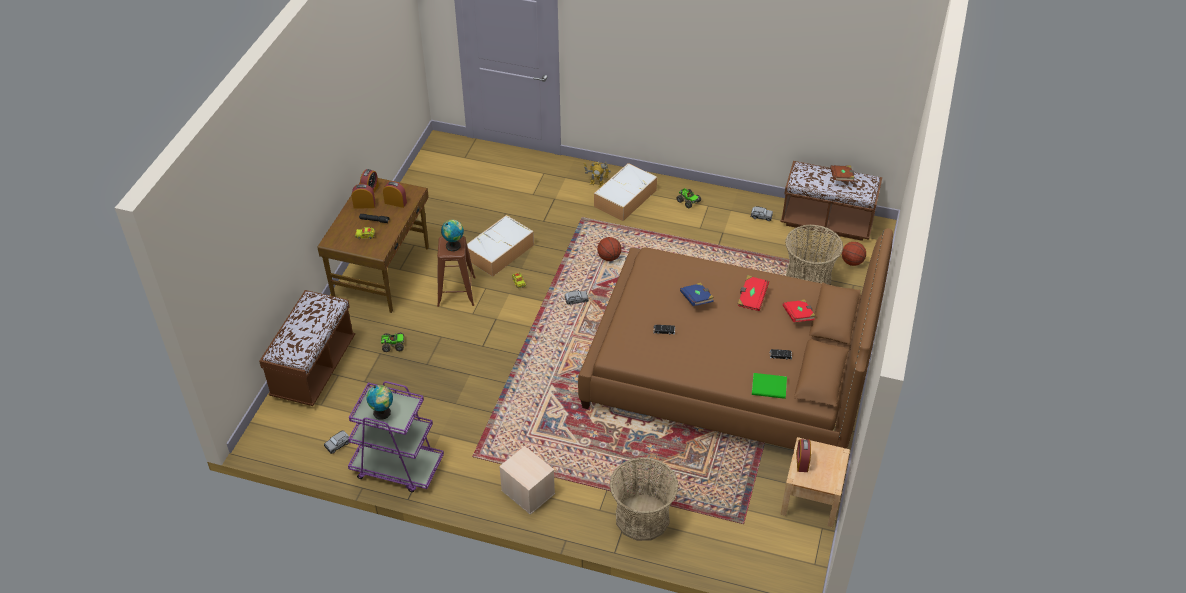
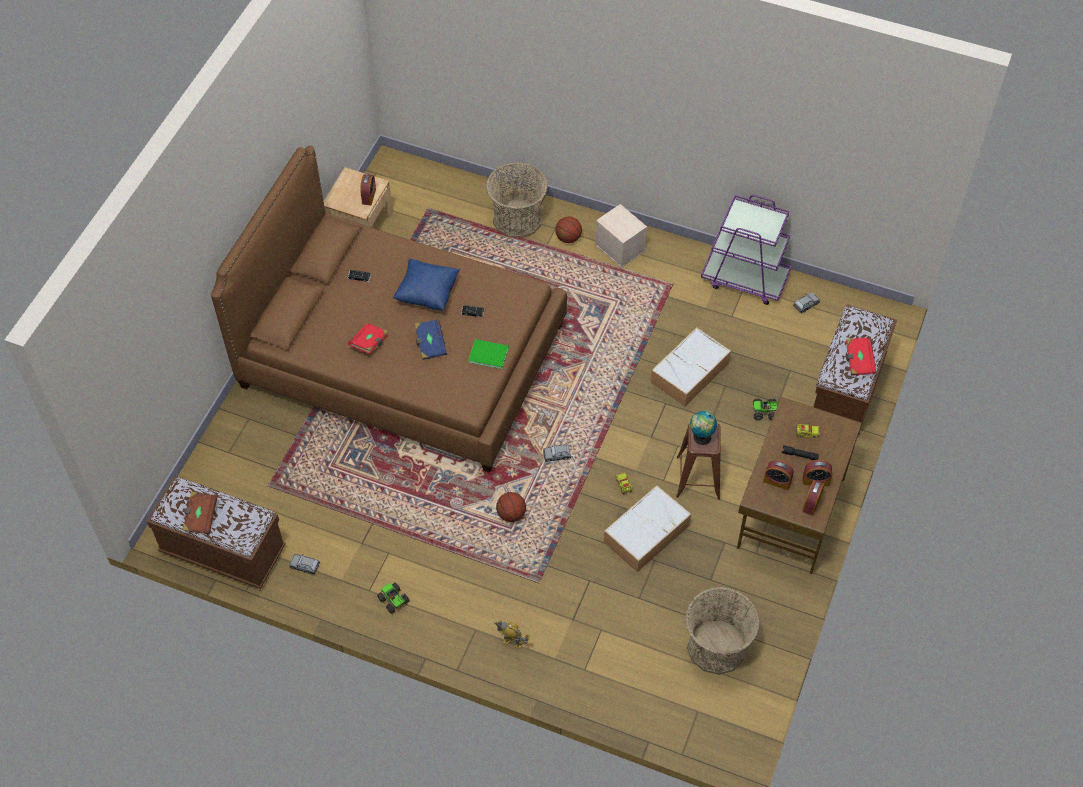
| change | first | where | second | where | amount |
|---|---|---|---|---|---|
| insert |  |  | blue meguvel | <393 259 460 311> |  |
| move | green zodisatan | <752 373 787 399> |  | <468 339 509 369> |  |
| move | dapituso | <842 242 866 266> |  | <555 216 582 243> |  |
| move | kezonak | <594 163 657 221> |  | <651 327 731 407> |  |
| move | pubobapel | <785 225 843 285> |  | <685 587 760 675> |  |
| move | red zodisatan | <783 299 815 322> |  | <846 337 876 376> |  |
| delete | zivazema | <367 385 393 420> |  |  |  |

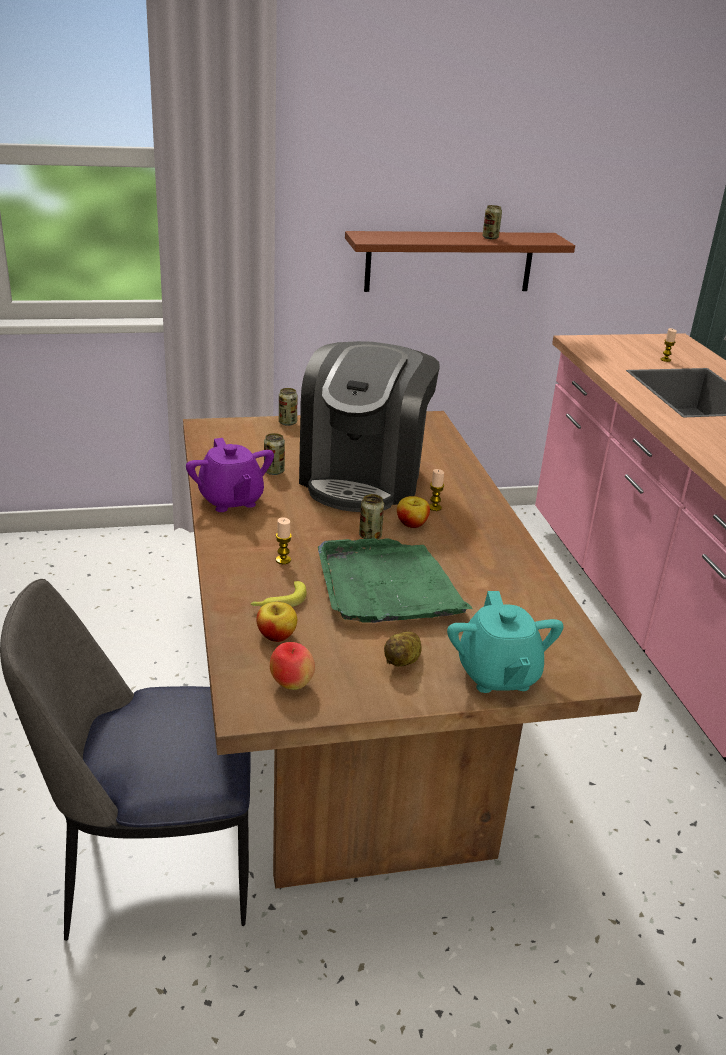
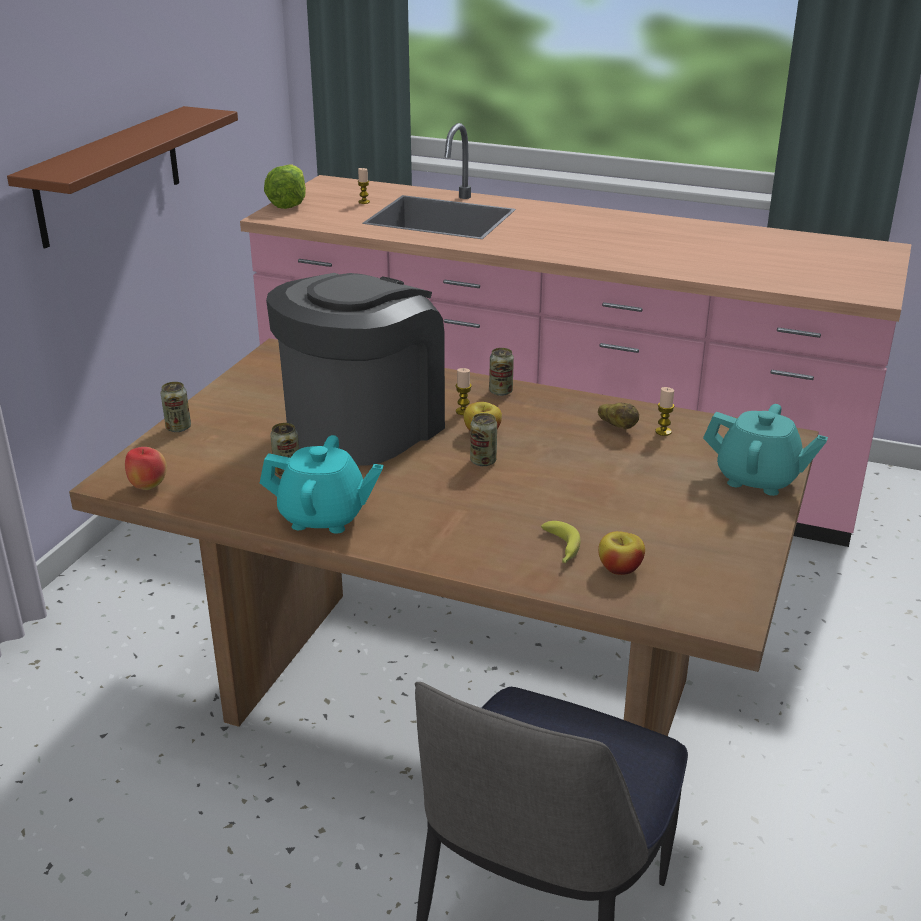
| change | first | where | second | where | amount |
|---|---|---|---|---|---|
| move | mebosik | <270 642 315 690> |  | <125 447 167 490> |  |
| recolor | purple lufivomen | <186 438 274 512> | turquoise lufivomen | <260 435 384 534> |  |
| insert |  |  | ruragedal | <264 165 306 209> |  |
| rotate | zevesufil | <299 341 440 512> |  | <266 273 445 466> | 105 degrees counterclockwise |
| move | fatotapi | <482 205 502 239> |  | <489 348 514 396> |  |
| move | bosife | <384 632 422 667> |  | <598 403 639 429> |  |
| move | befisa | <276 517 292 564> |  | <655 387 674 436> |  |
| delete | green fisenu | <318 538 473 623> |  |  |  |

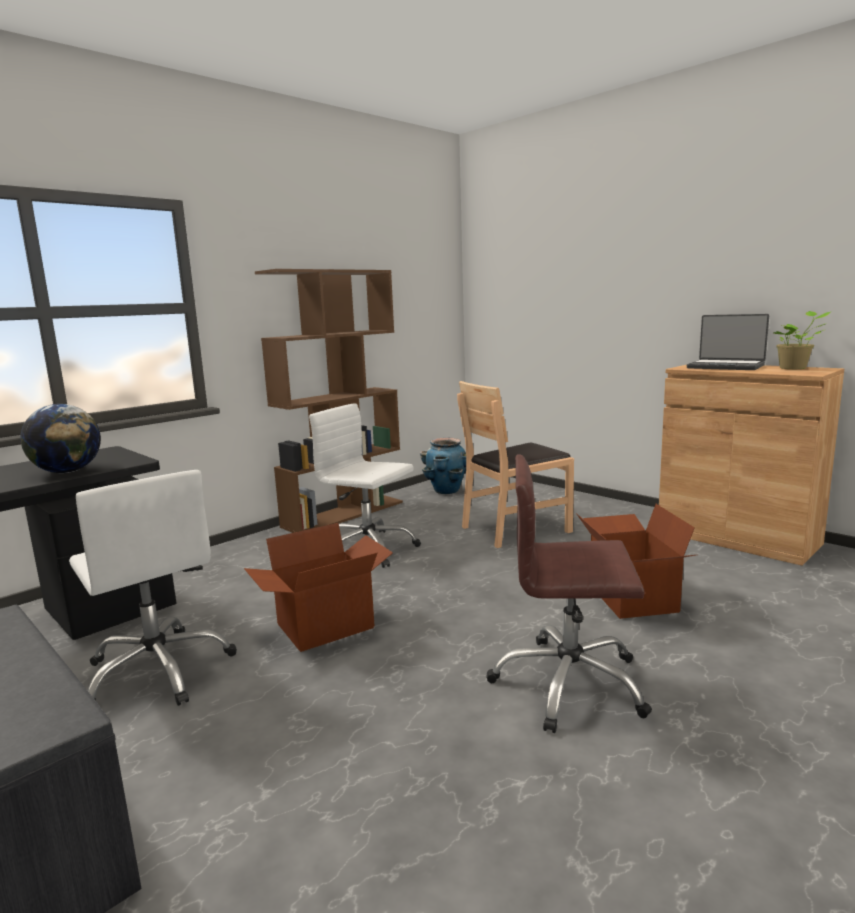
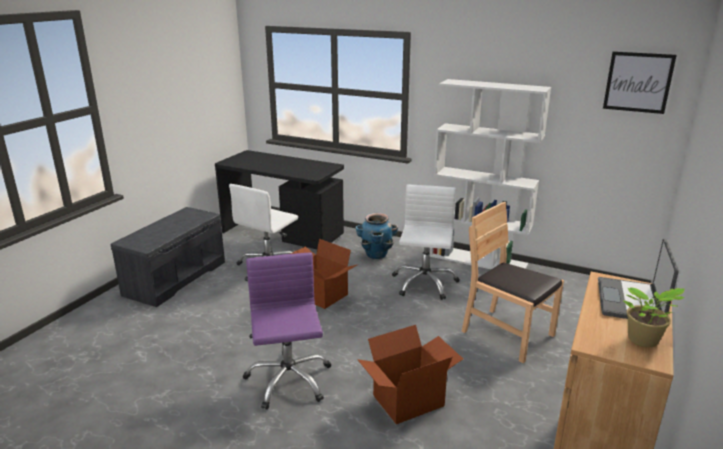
| change | first | where | second | where | amount |
|---|---|---|---|---|---|
| recolor | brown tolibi | <486 455 652 733> | purple tolibi | <243 253 332 410> |  |
| move | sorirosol | <420 438 466 494> |  | <355 213 398 259> |  |
| recolor | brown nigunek | <255 269 403 533> | white nigunek | <430 79 551 269> |  |
| insert |  |  | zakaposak | <603 51 677 114> |  |
| delete | zivazema | <20 404 101 473> |  |  |  |

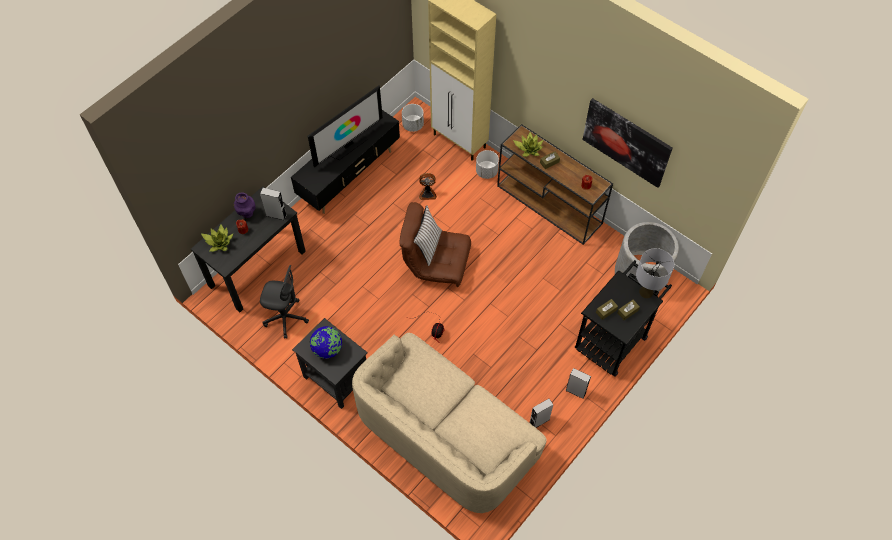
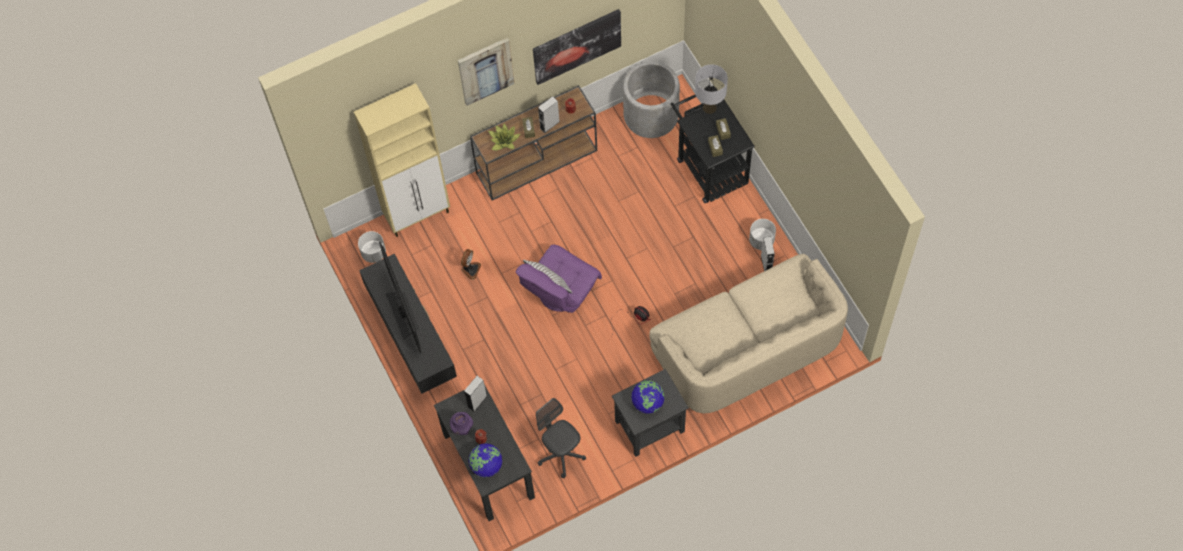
| change | first | where | second | where | amount |
|---|---|---|---|---|---|
| insert |  |  | zakaposak | <458 37 515 106> |  |
| replace | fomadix | <201 225 233 252> | zivazema | <469 443 503 477> |  |
| recolor | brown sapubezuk | <399 202 471 287> | purple sapubezuk | <515 245 602 313> |  |
| rotate | grey tolibi | <260 265 309 339> |  | <536 398 586 478> | 75 degrees counterclockwise |
| move | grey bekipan | <565 368 591 399> |  | <538 96 560 133> |  |
| move | white sorirosol | <476 150 499 179> |  | <749 219 776 250> |  |

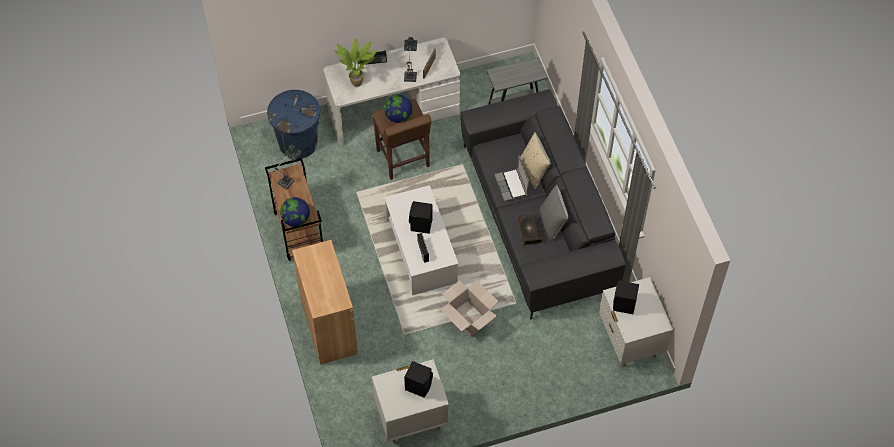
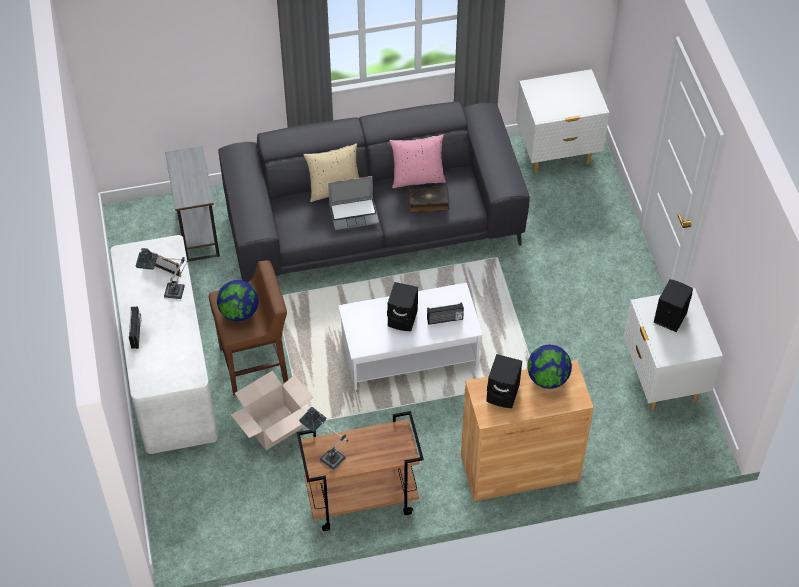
| change | first | where | second | where | amount |
|---|---|---|---|---|---|
| move | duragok | <440 280 498 337> |  | <231 371 313 450> |  |
| recolor | grey meguvel | <540 184 568 242> | pink meguvel | <389 135 446 188> |  |
| move | black bekipan | <613 280 639 314> |  | <486 354 522 408> |  |
| move | zivazema | <280 197 310 227> |  | <527 345 572 389> |  |
| delete | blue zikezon | <267 90 320 159> |  |  |  |
| delete | fomadix | <335 38 377 87> |  |  |  |

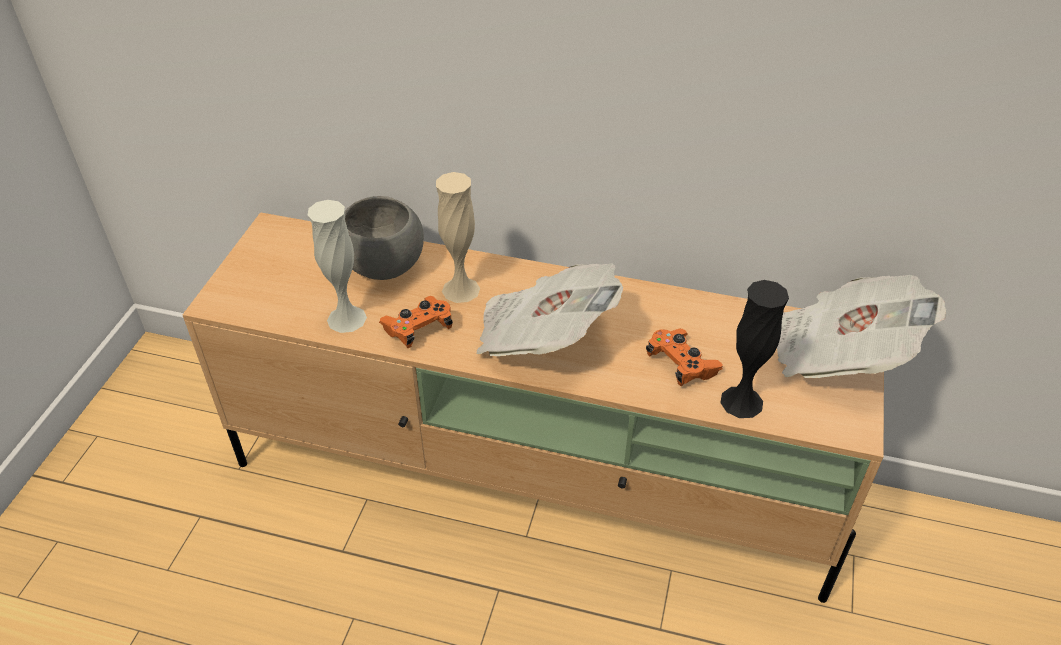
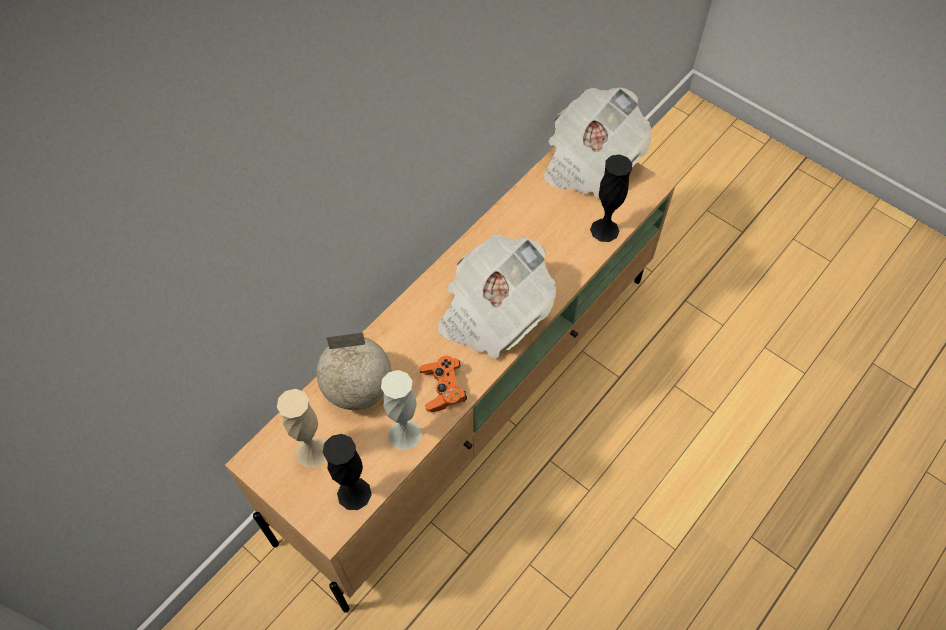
| change | first | where | second | where | amount |
|---|---|---|---|---|---|
| move | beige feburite | <436 172 480 303> |  | <277 389 326 467> |  |
| replace | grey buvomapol | <345 196 424 280> | zivazema | <317 332 391 410> |  |
| insert |  |  | black feburite | <323 434 372 510> |  |
| delete | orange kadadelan | <646 329 723 386> |  |  |  |

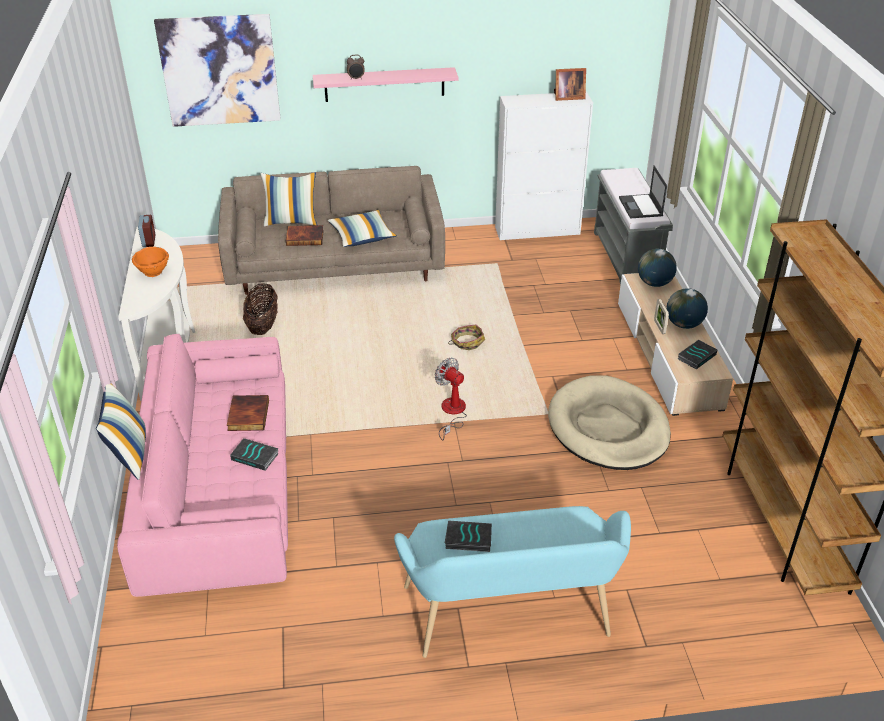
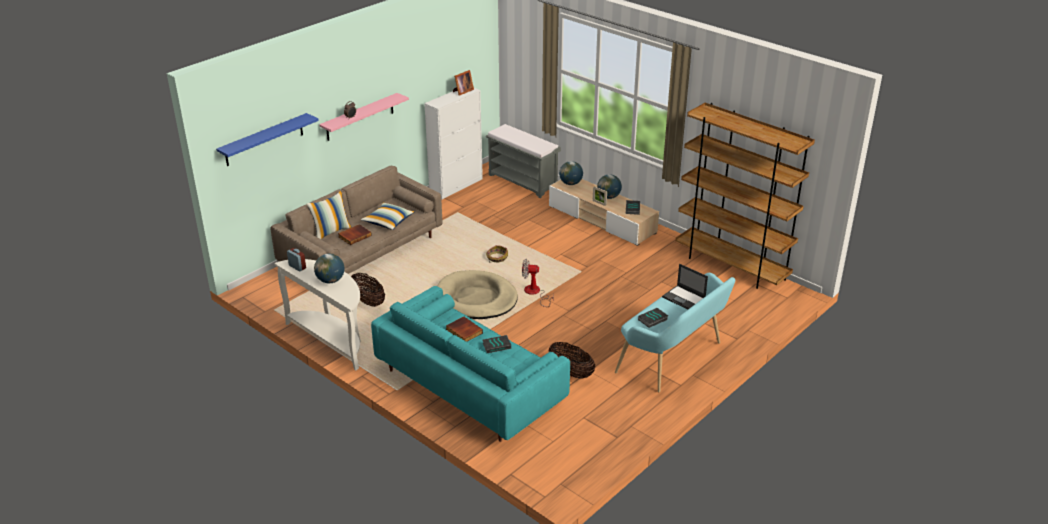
| change | first | where | second | where | amount |
|---|---|---|---|---|---|
| replace | zakaposak | <154 14 281 127> | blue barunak | <216 113 319 166> |  |
| replace | orange buvomapol | <132 247 169 277> | zivazema | <314 254 345 283> |  |
| recolor | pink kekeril | <117 334 288 597> | turquoise kekeril | <371 286 570 442> |  |
| move | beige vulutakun | <548 375 671 470> |  | <437 270 518 319> |  |
| insert |  |  | pubobapel | <549 342 596 379> |  |
| move | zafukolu | <619 166 667 218> |  | <662 264 708 309> |  |
| delete | meguvel | <96 384 146 480> |  |  |  |

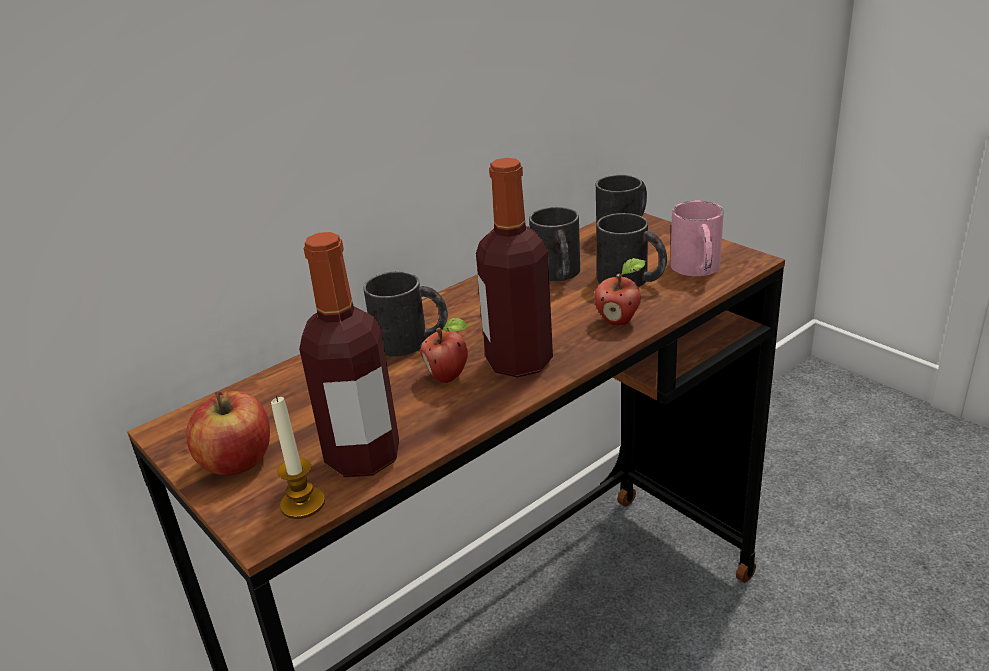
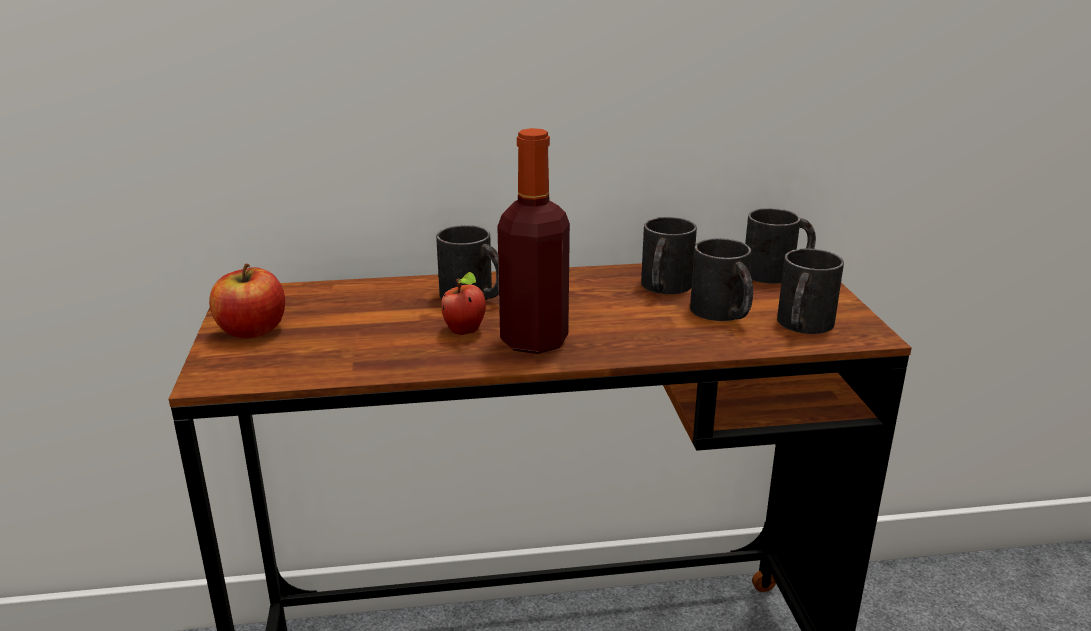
| change | first | where | second | where | amount |
|---|---|---|---|---|---|
| recolor | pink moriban | <670 201 724 276> | black moriban | <777 248 844 334> |  |
| delete | befisa | <271 396 325 519> |  |  |  |
| delete | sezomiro | <299 232 399 477> |  |  |  |
| delete | mebosik | <594 258 645 325> |  |  |  |

